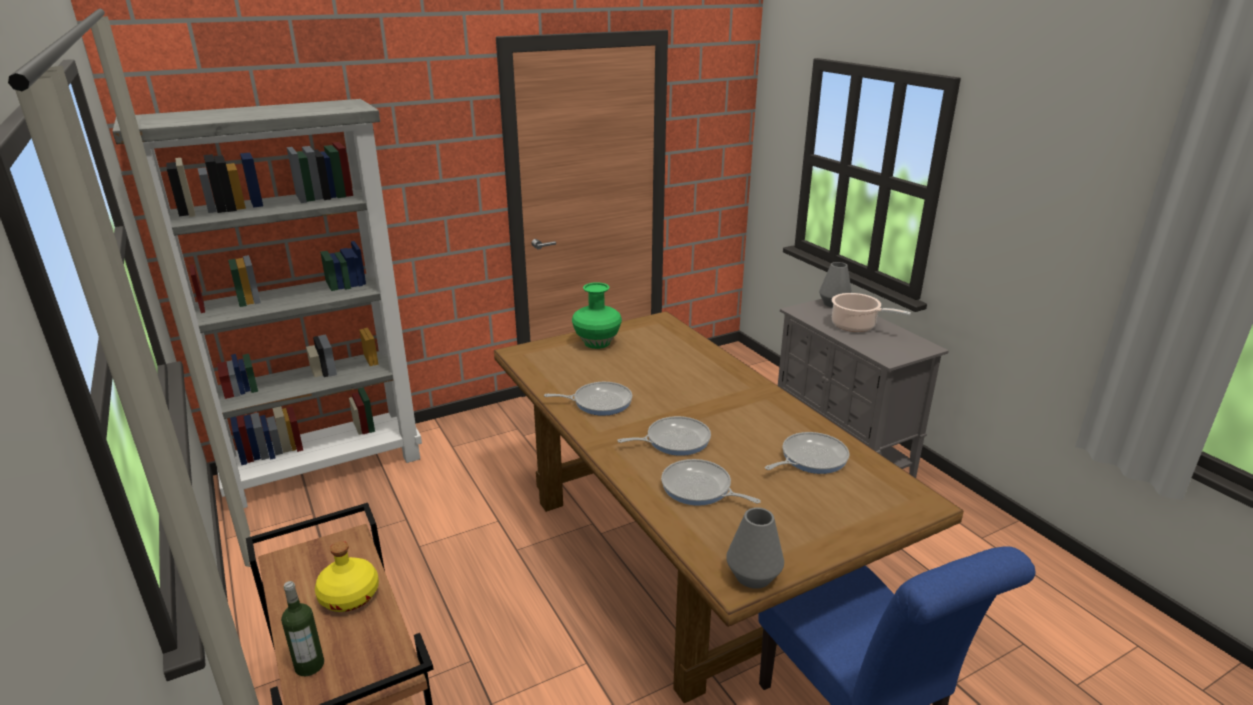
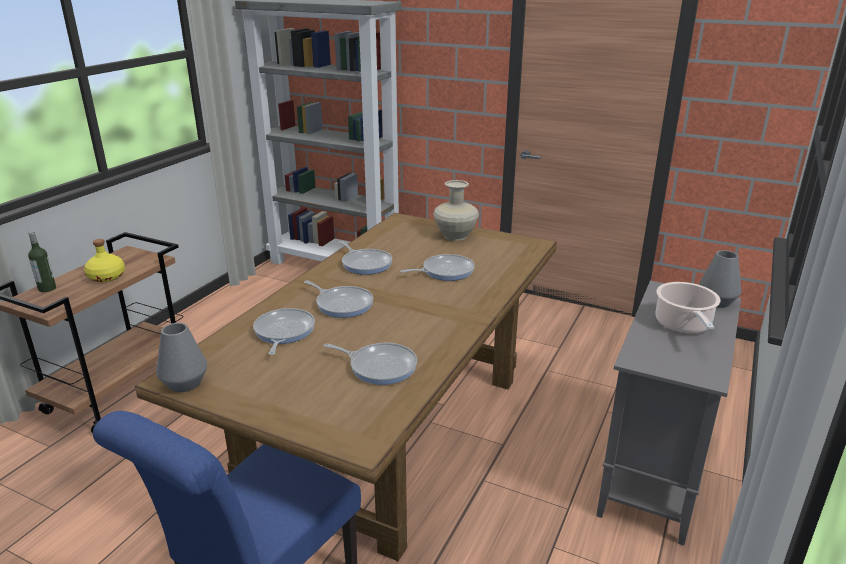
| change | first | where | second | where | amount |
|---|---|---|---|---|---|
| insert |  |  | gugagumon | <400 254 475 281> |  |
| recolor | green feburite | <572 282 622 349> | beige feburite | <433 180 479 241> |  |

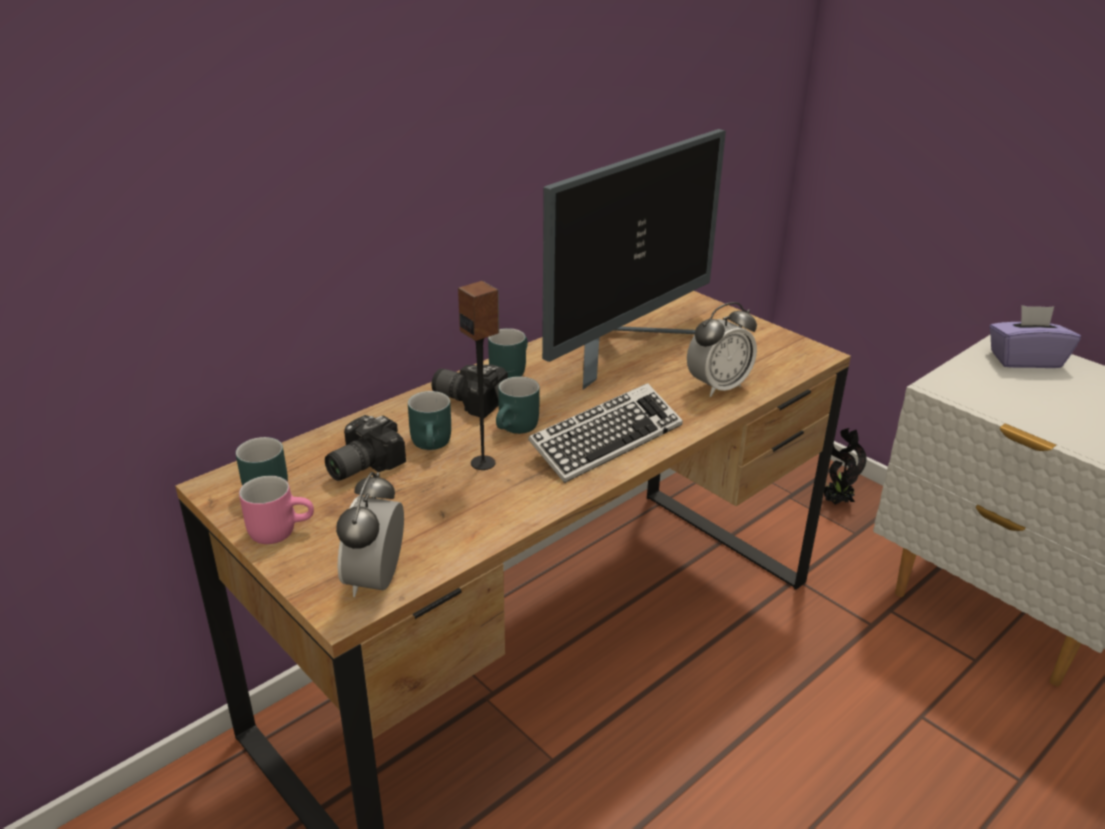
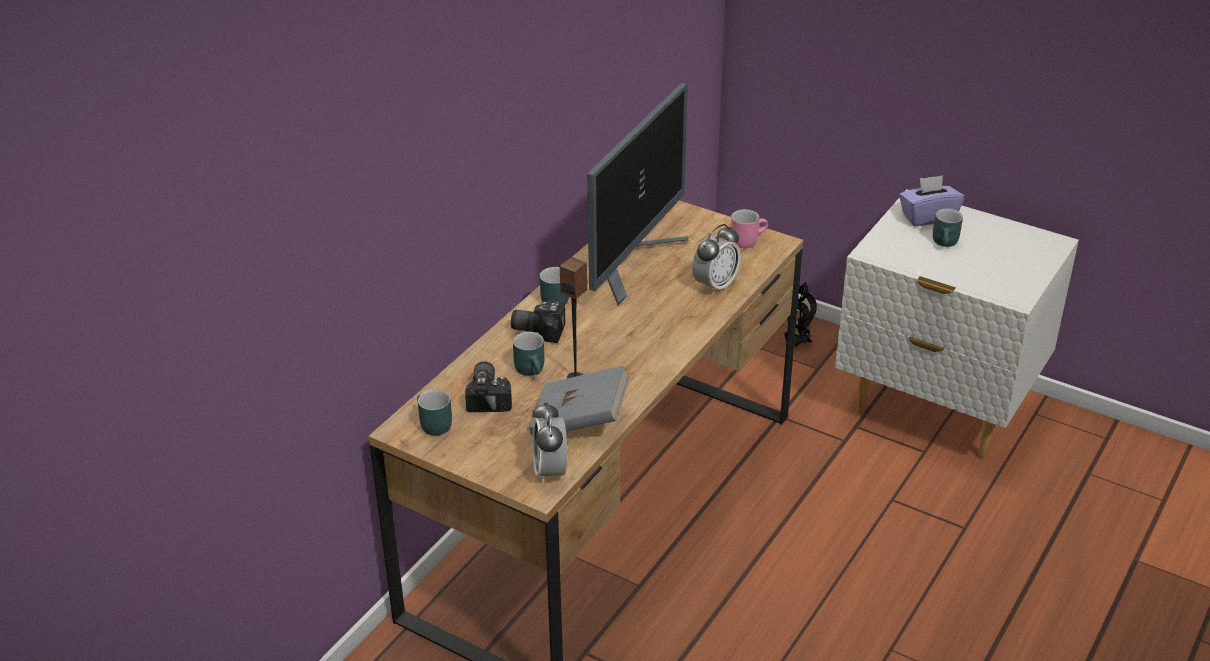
| change | first | where | second | where | amount |
|---|---|---|---|---|---|
| rotate | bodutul | <325 415 406 481> |  | <465 361 512 412> | 150 degrees clockwise |
| insert |  |  | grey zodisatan | <529 366 630 436> |  |
| move | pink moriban | <239 476 314 544> |  | <731 209 768 248> |  |
| move | turquoise moriban | <496 376 540 434> |  | <933 209 963 247> |  |
| delete | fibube | <528 383 683 483> |  |  |  |

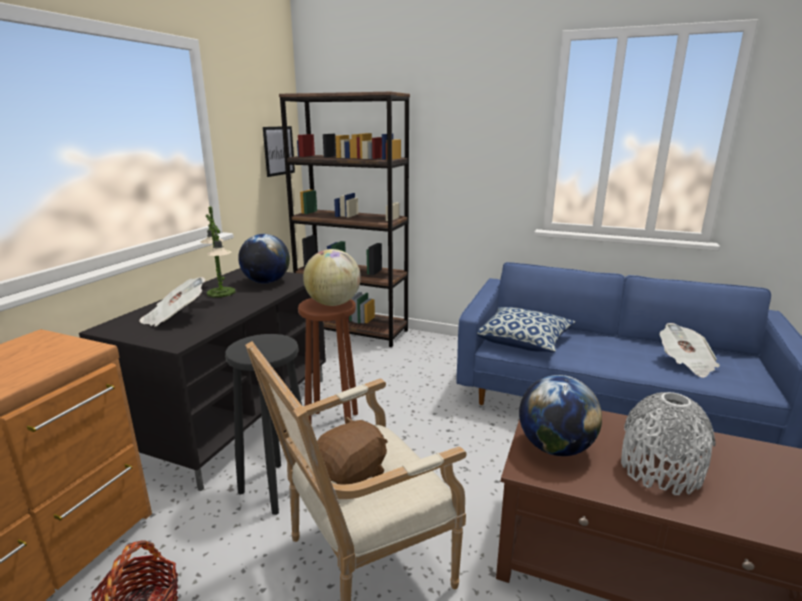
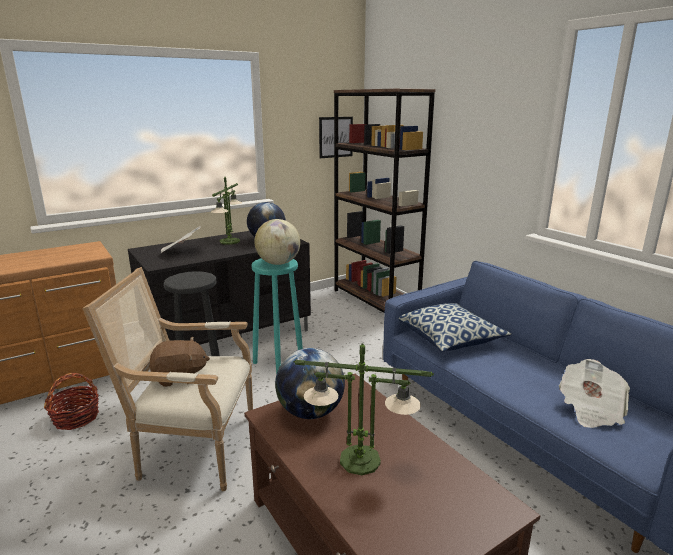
| change | first | where | second | where | amount |
|---|---|---|---|---|---|
| recolor | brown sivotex | <298 298 358 424> | turquoise sivotex | <252 258 303 374> |  |
| replace | grey feburite | <621 392 716 495> | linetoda | <294 343 434 475> |  |

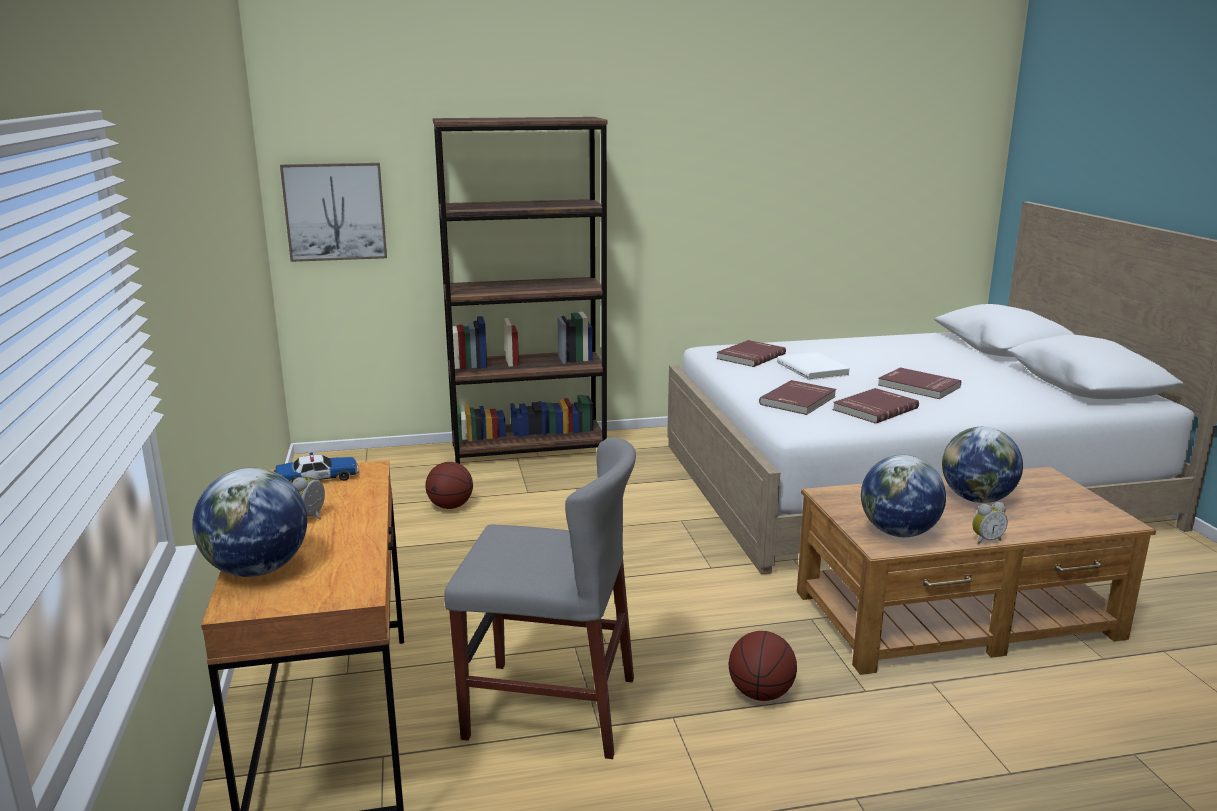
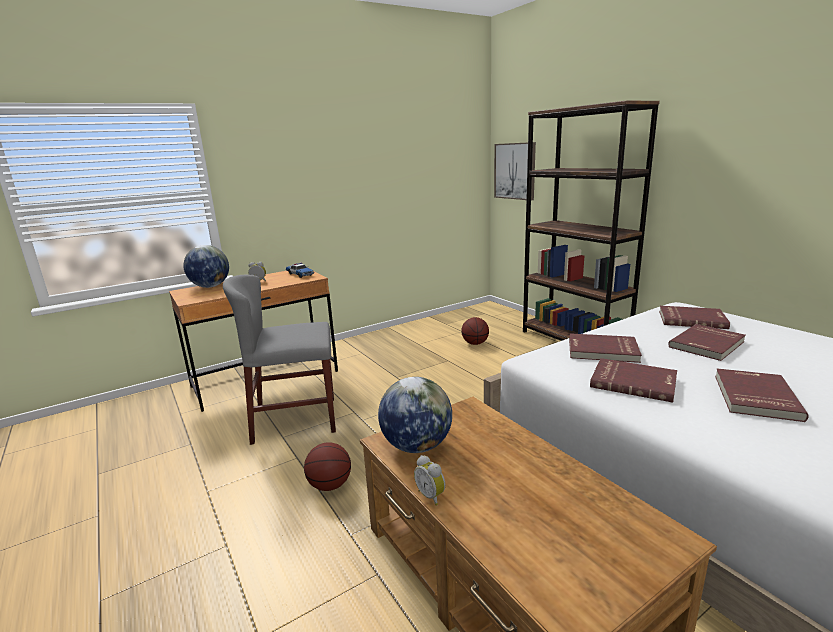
| change | first | where | second | where | amount |
|---|---|---|---|---|---|
| rotate | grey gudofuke | <444 437 636 759> |  | <223 275 336 445> | 90 degrees clockwise |
| recolor | white zodisatan | <777 352 850 380> | red zodisatan | <668 324 746 361> |  |
| delete | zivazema | <942 427 1023 503> |  |  |  |

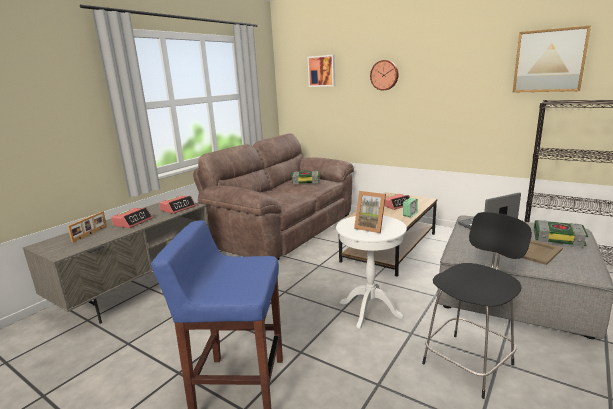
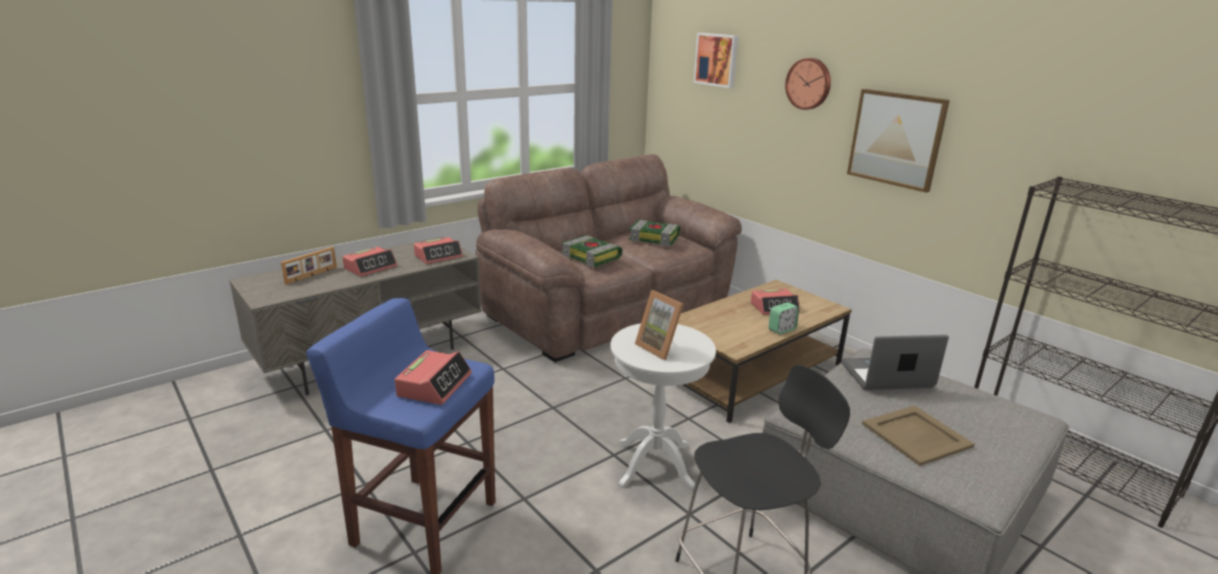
| change | first | where | second | where | amount |
|---|---|---|---|---|---|
| insert |  |  | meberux | <395 350 472 405> |  |
| move | zodisatan | <534 220 588 247> |  | <562 236 623 267> |  |
| move | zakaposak | <513 25 591 92> |  | <847 89 950 193> |  |

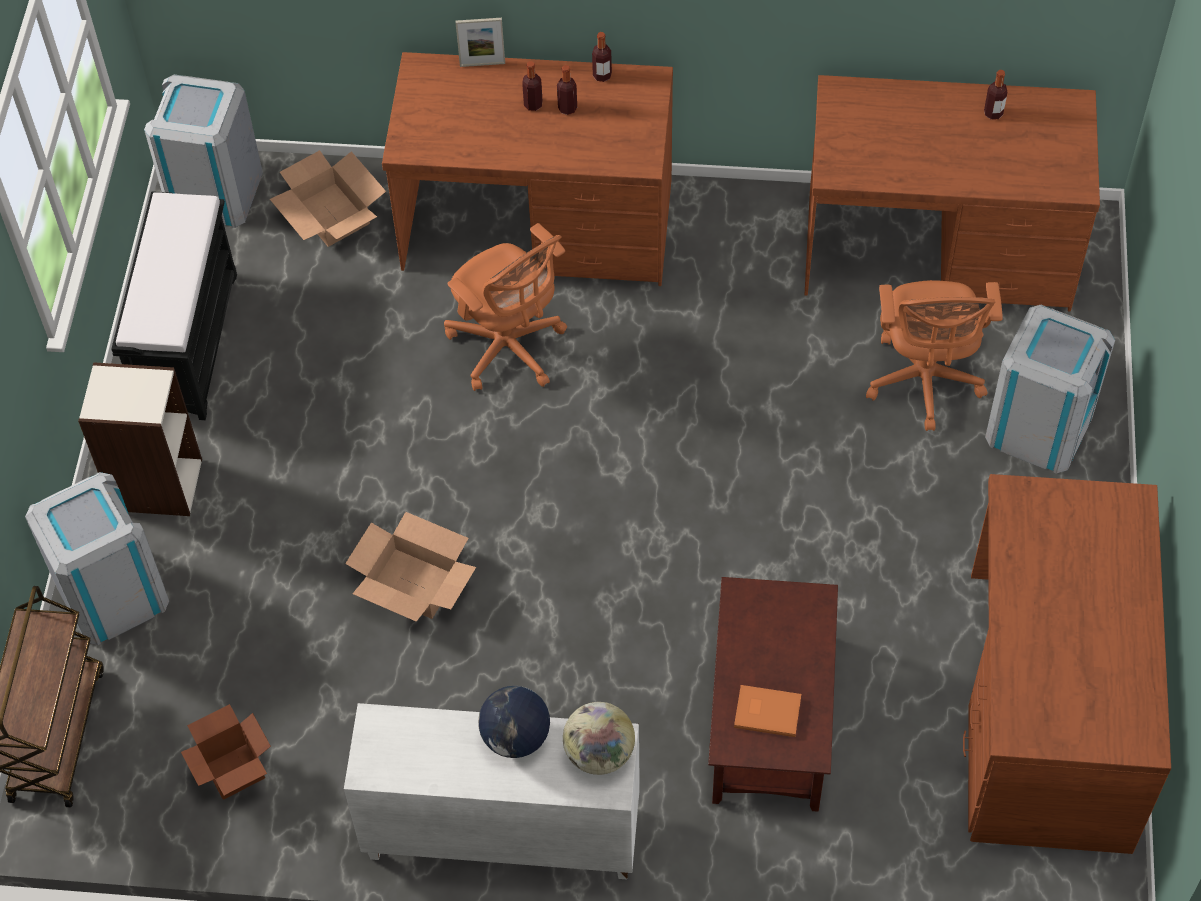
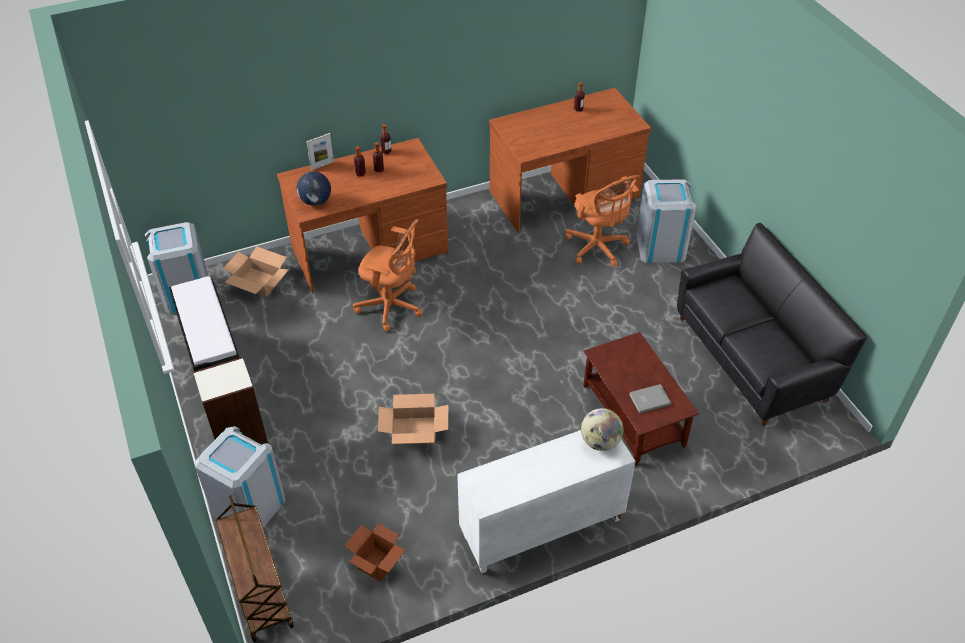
| change | first | where | second | where | amount |
|---|---|---|---|---|---|
| move | zivazema | <478 686 550 758> |  | <297 171 331 206> |  |
| recolor | orange zodisatan | <734 685 801 737> | grey zodisatan | <629 384 671 413> |  |
| replace | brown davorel | <963 474 1171 854> | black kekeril | <677 223 867 426> |  |

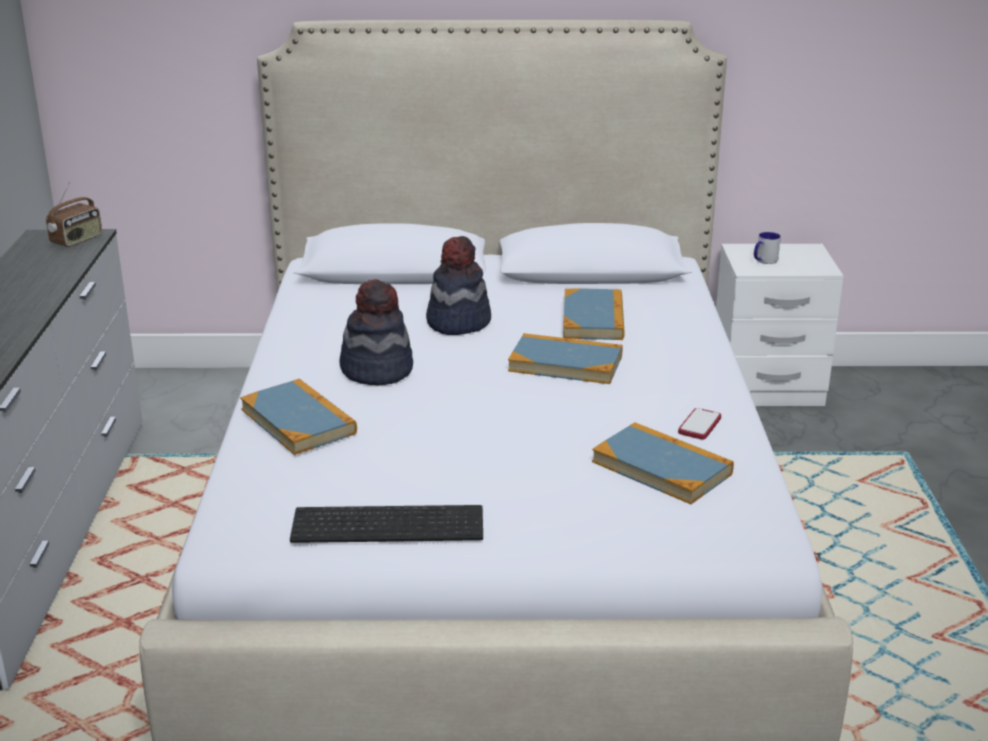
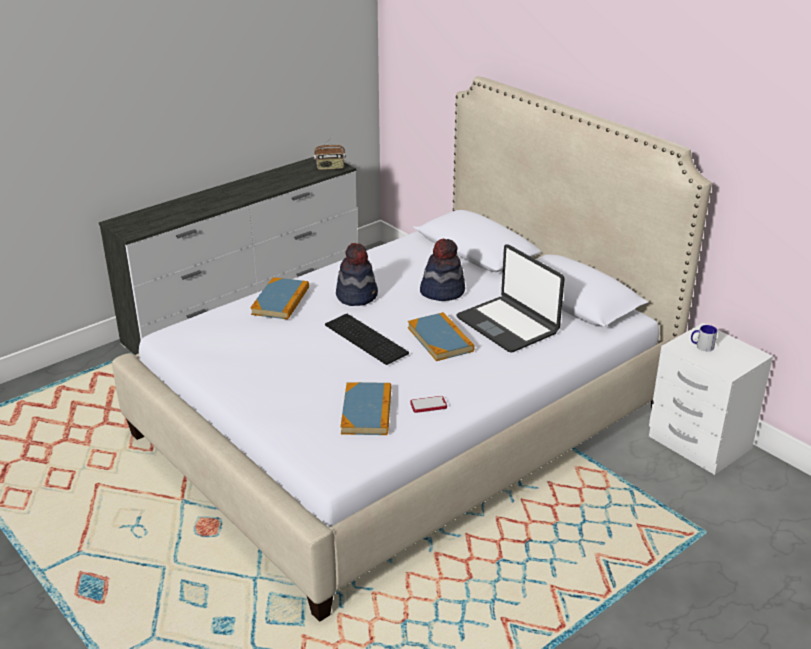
| change | first | where | second | where | amount |
|---|---|---|---|---|---|
| move | fibube | <290 505 483 543> |  | <325 314 409 365> |  |
| replace | zodisatan | <563 288 625 340> | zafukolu | <456 244 565 352> |  |

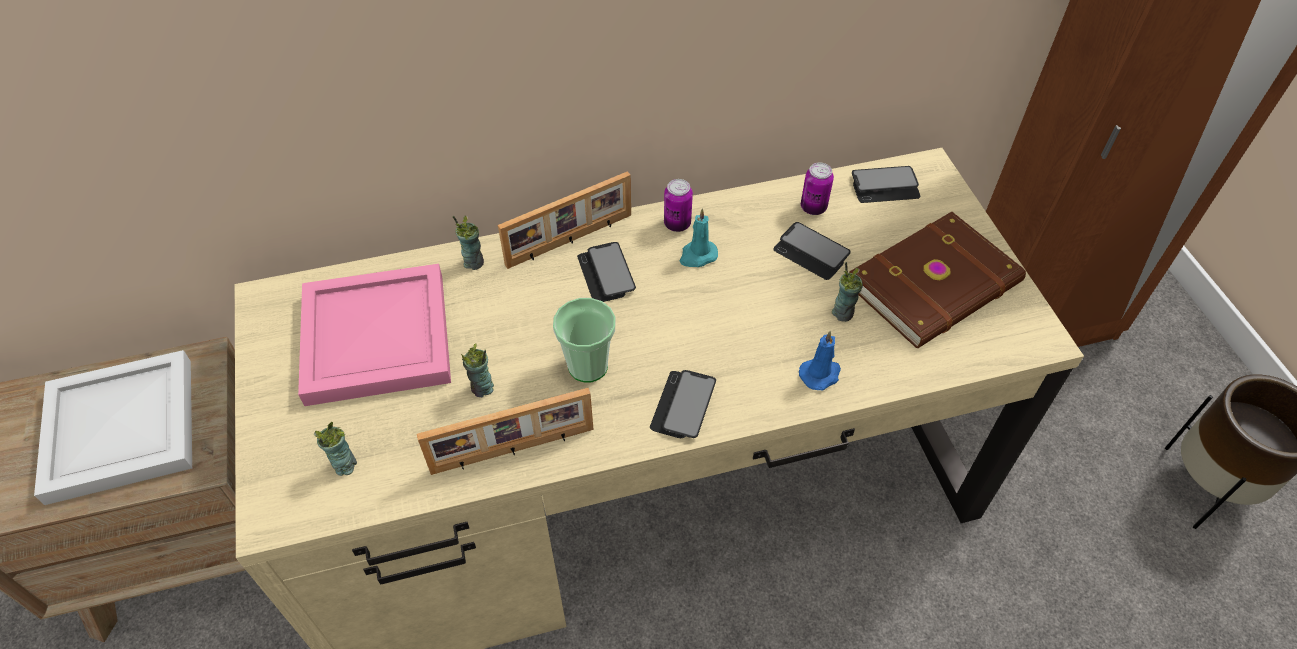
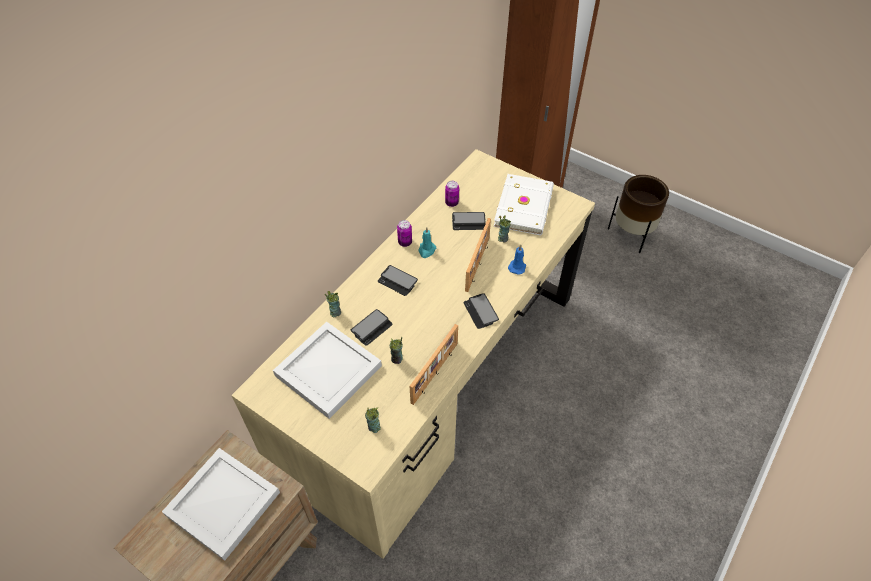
| change | first | where | second | where | amount |
|---|---|---|---|---|---|
| recolor | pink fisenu | <298 264 451 406> | white fisenu | <273 322 382 419> |  |
| move | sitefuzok | <852 166 920 203> |  | <351 309 393 346> |  |
| move | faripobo | <498 171 631 269> |  | <465 218 491 292> |  |
| recolor | brown zodisatan | <849 212 1026 348> | white zodisatan | <493 174 554 235> |  |
| delete | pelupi | <553 298 616 383> |  |  |  |

